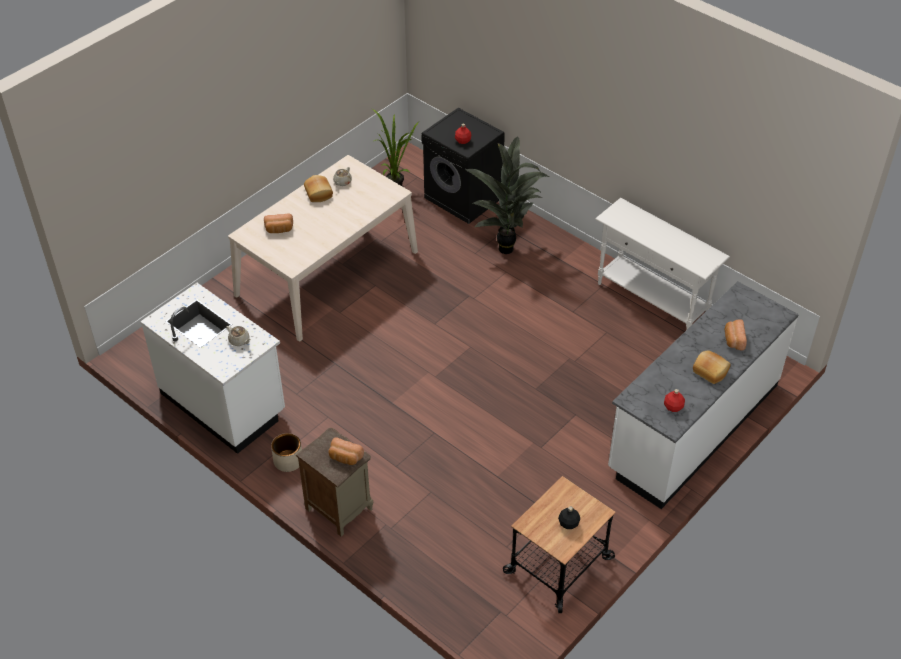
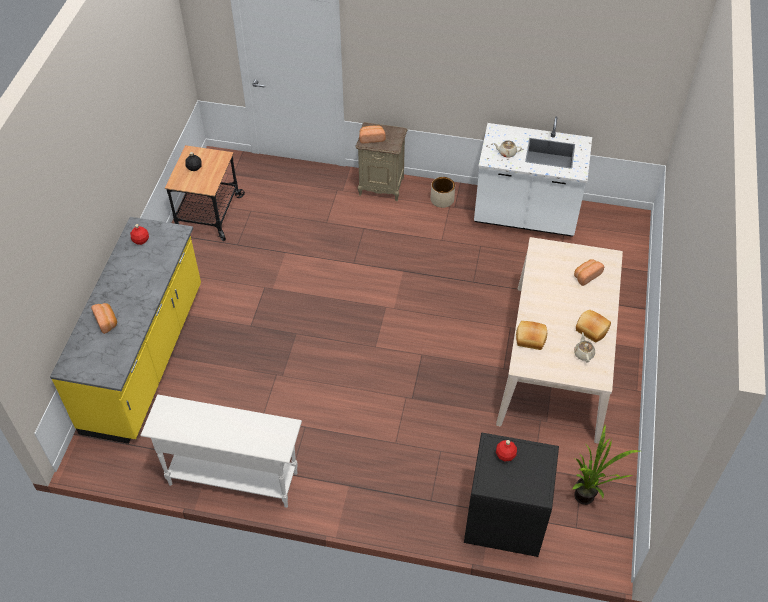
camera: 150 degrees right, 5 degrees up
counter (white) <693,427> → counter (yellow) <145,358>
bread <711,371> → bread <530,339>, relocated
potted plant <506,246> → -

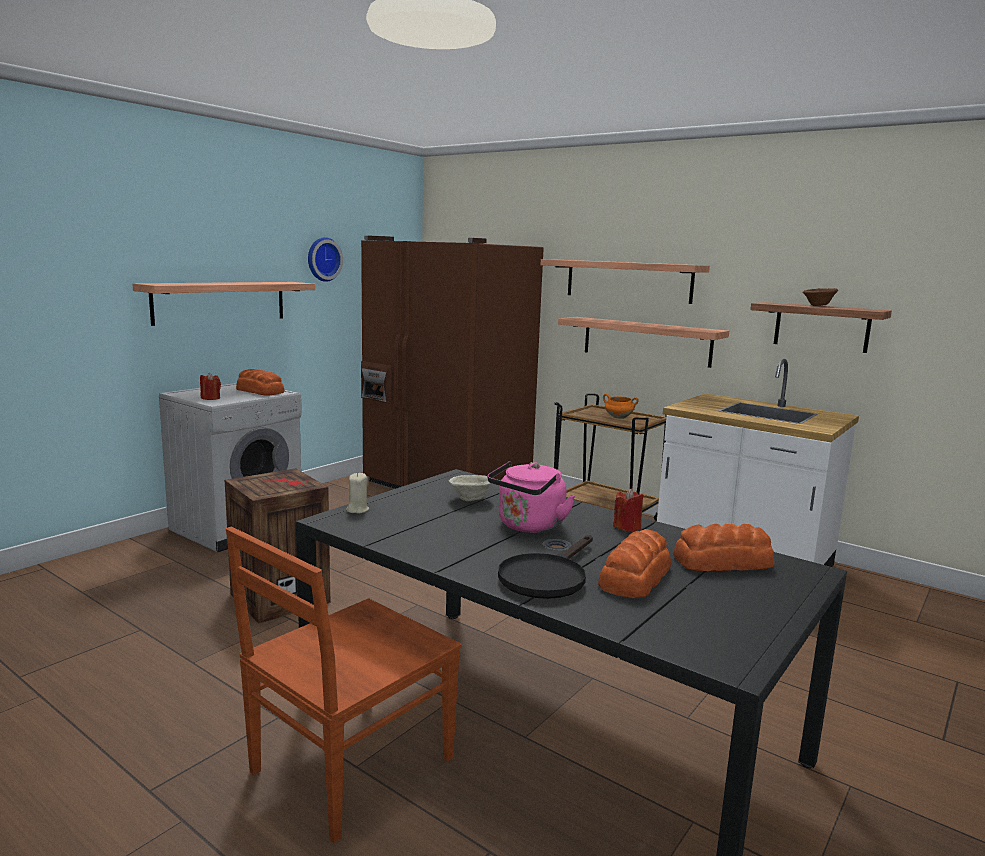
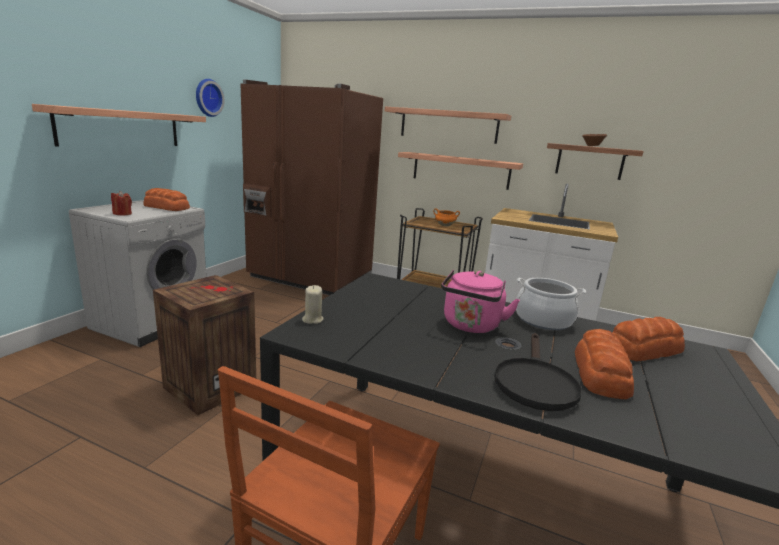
camera: 15 degrees left, 5 degrees up
candle (red) <627,527> → cooking pot <543,320>
bowl (beige) <470,500> → -

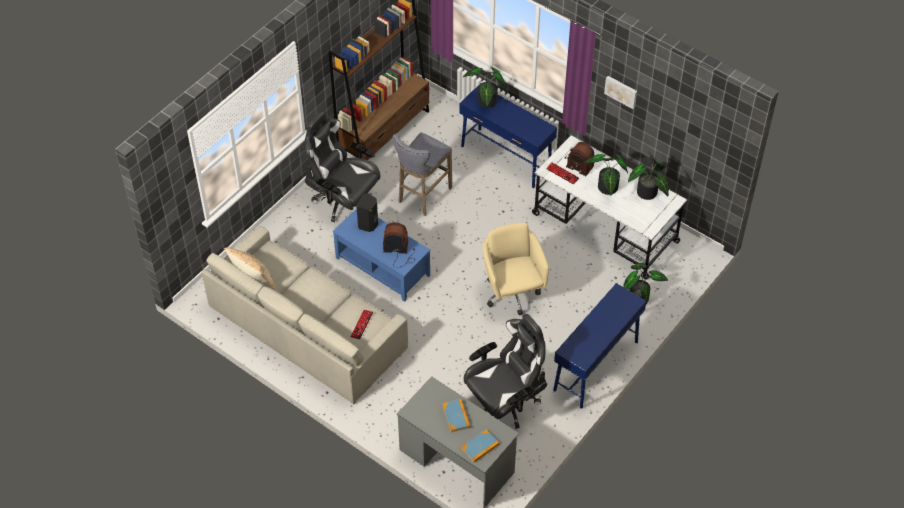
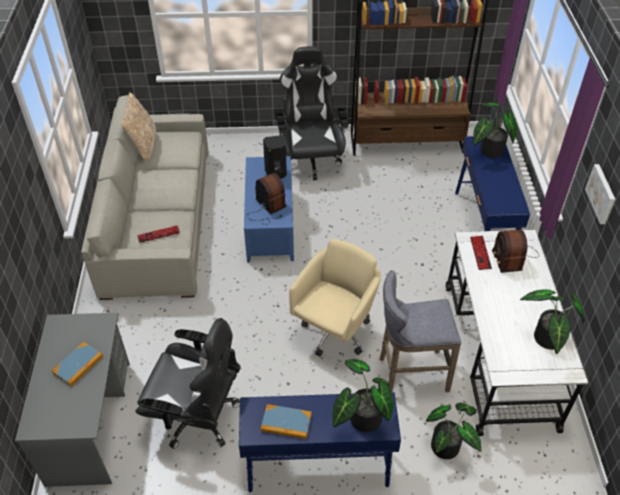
camera: 50 degrees right, 5 degrees down
book <480,447> → book <286,423>, relocated
potted plant <606,189> → potted plant <361,418>, relocated
stool (grey) <423,196> → stool (grey) <409,374>, relocated

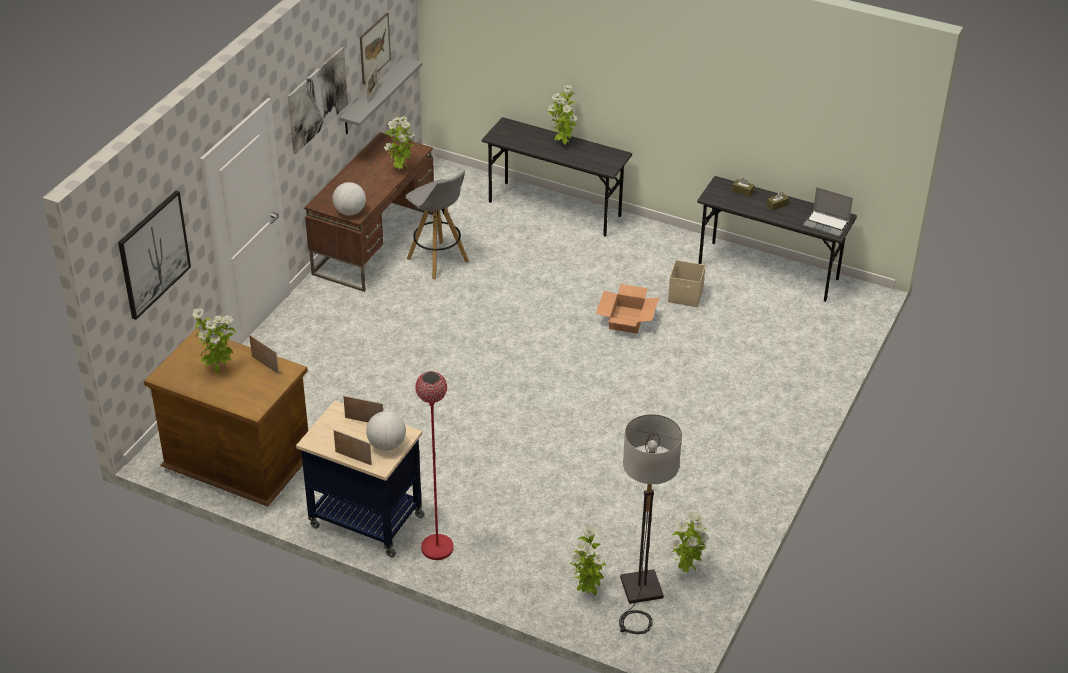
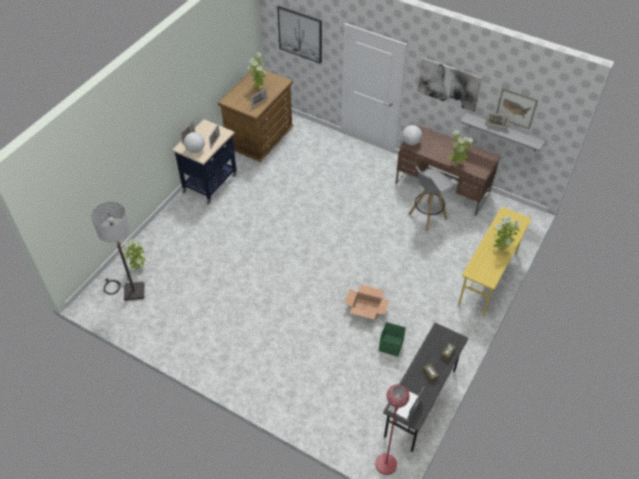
camera: 95 degrees right, 10 degrees up
floor lamp (red) <437,548> → floor lamp (red) <385,464>, relocated
storage box (beige) <686,296> → storage box (green) <390,345>
desk (grey) <555,209> → desk (yellow) <488,279>
potted plant <686,570> → -

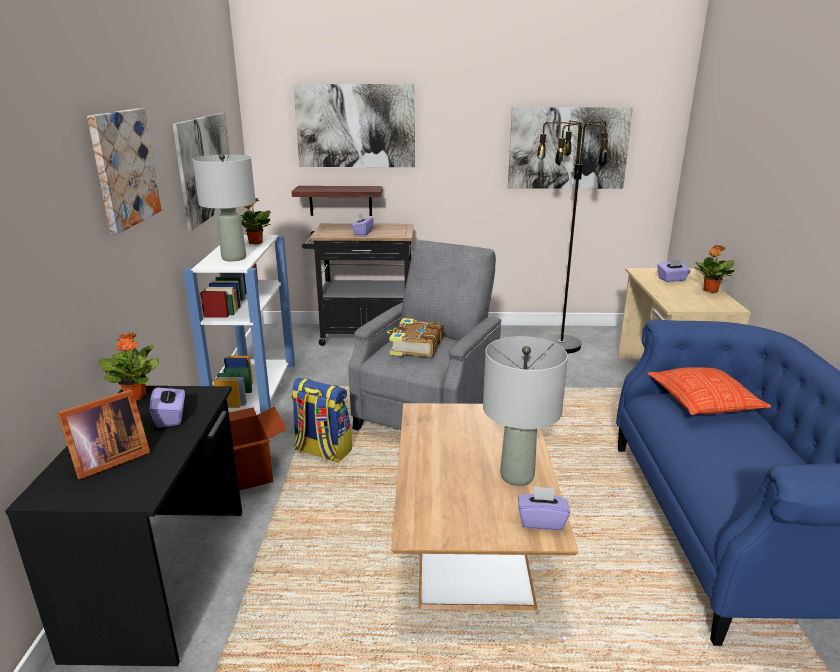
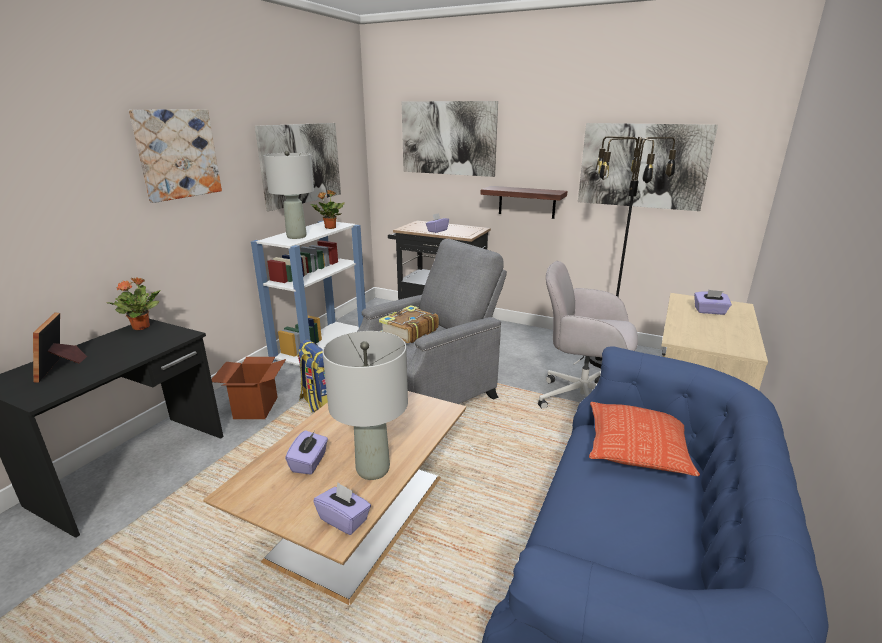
camera: 25 degrees right, 0 degrees up
picture frame <107,460> → picture frame <61,367>, 90 degrees clockwise
tissue box (purple) <171,417> → tissue box (purple) <309,463>, relocated
shelf <340,200> → shelf <527,202>, relocated
- → office chair (grey) <580,400>
potted plant <710,291> → -

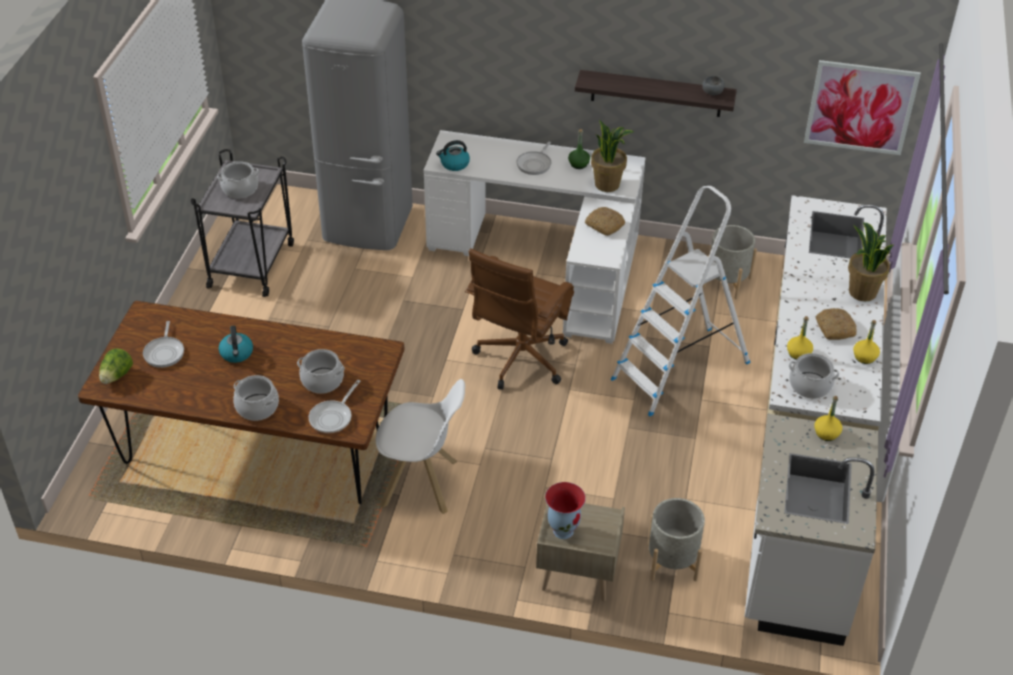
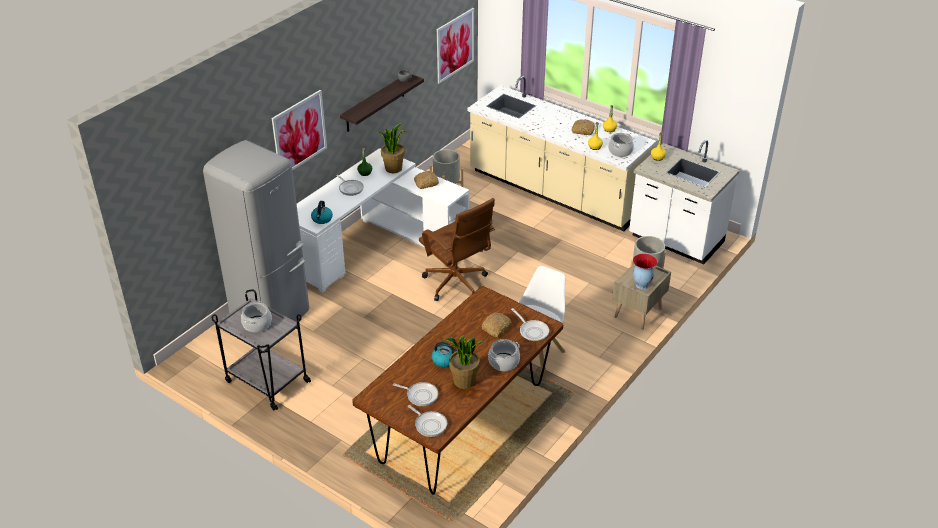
camera: 65 degrees left, 5 degrees down
- → picture <299,133>
lettuce <117,376> → frying pan <429,424>
potted plant <862,292> → potted plant <464,381>, relocated
cooking pot <322,381> → bread <496,328>
step ladder (white) <680,371> → -

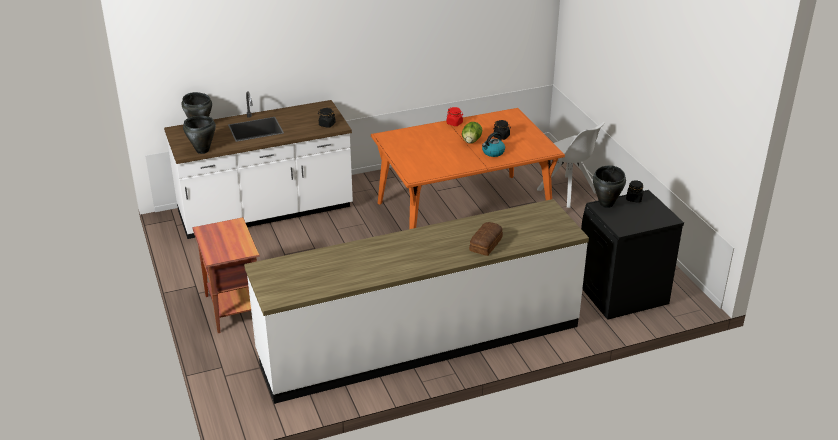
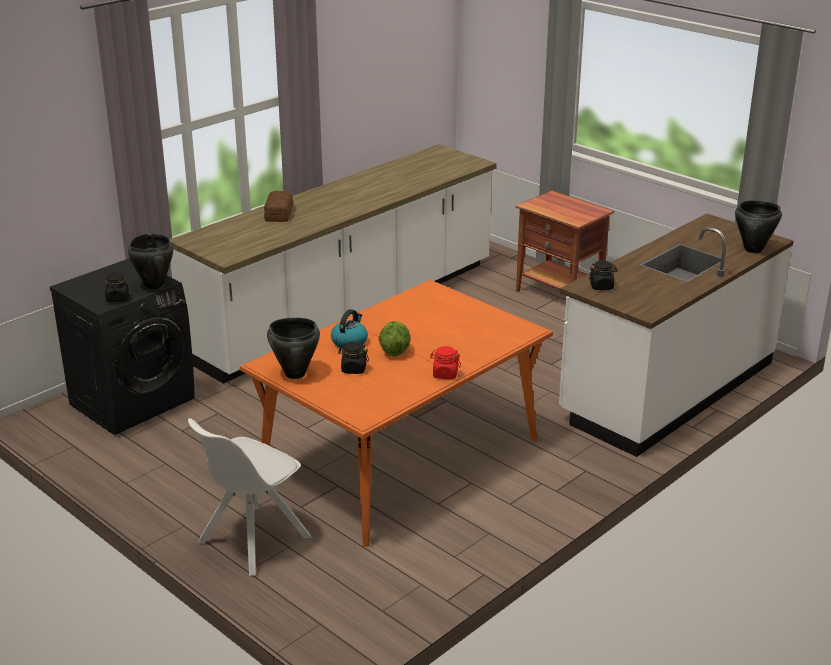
camera: 155 degrees right, 5 degrees down
chair (white) <568,192> → chair (white) <252,540>, 75 degrees counterclockwise
cooking pot (black) <202,151> → cooking pot (black) <294,373>, relocated

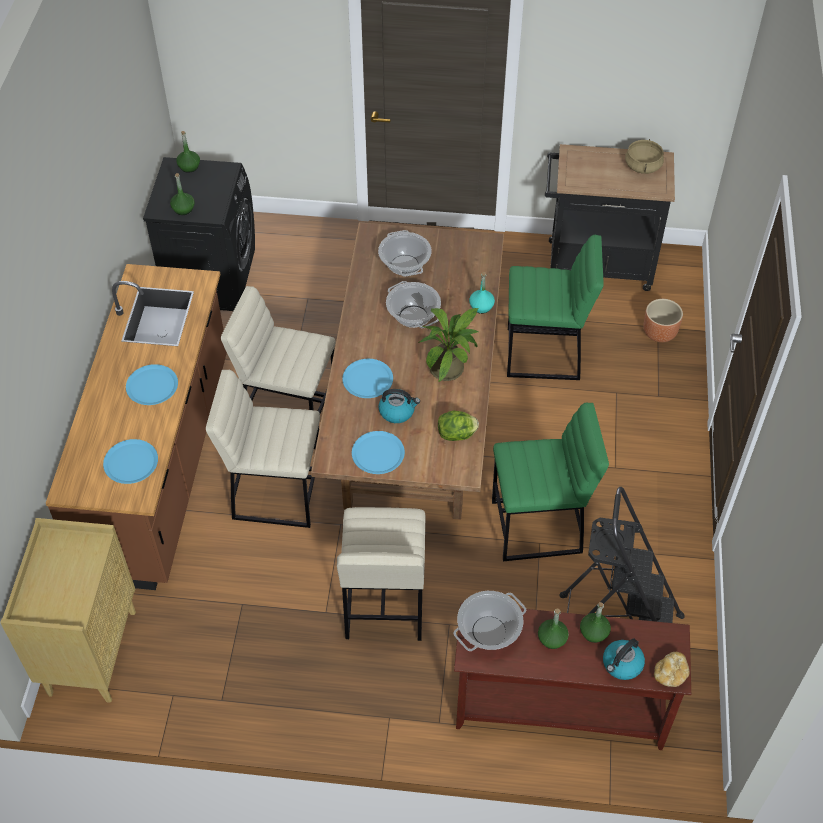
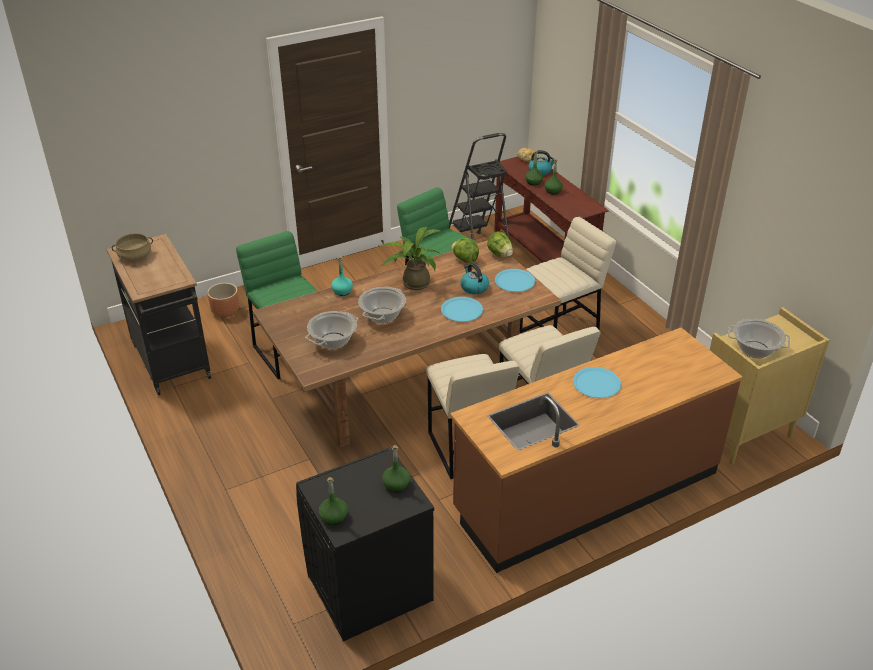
camera: 125 degrees left, 15 degrees down
- → lettuce <500,255>
cooking pot <489,632> → cooking pot <755,349>, relocated
plate (blue) <130,462> → -

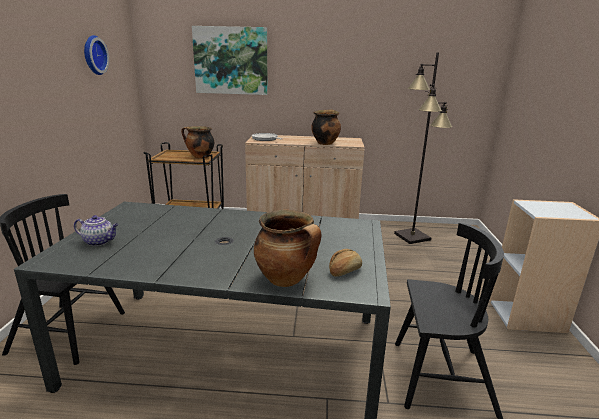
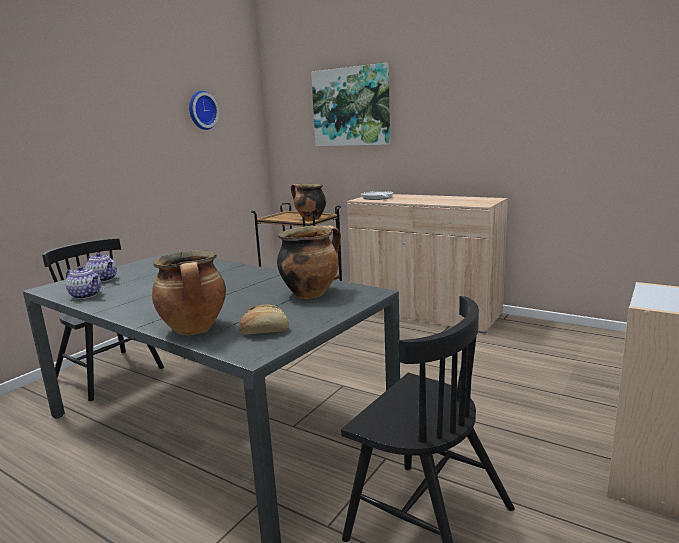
camera: 30 degrees right, 5 degrees down
- → teapot <86,295>
cooking pot <325,143> → cooking pot <311,293>, relocated
floor lamp (black) <412,236> → -

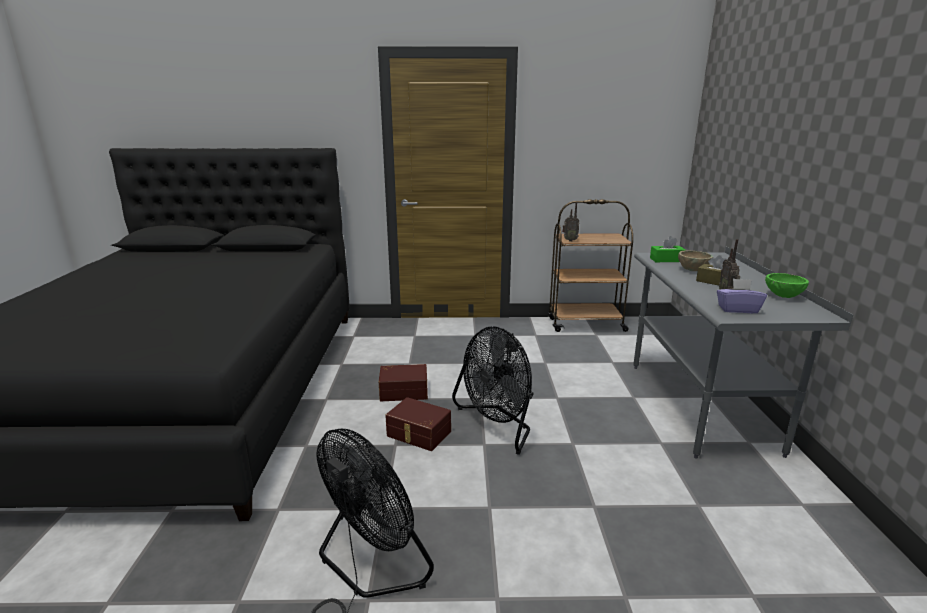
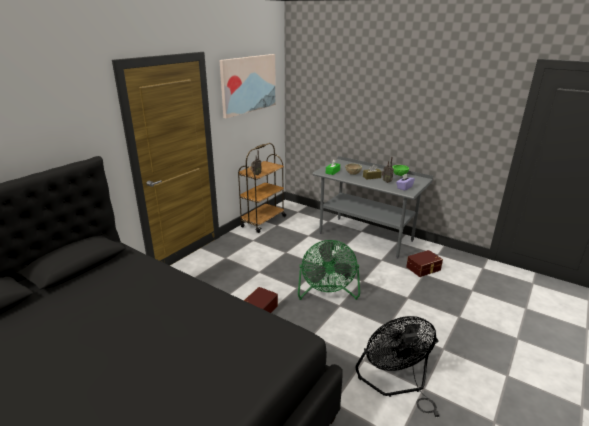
camera: 55 degrees left, 5 degrees up
- → picture <248,84>
fan (black) <499,421> → fan (green) <325,292>
storage box (brown) <418,434> → storage box (brown) <424,269>, relocated

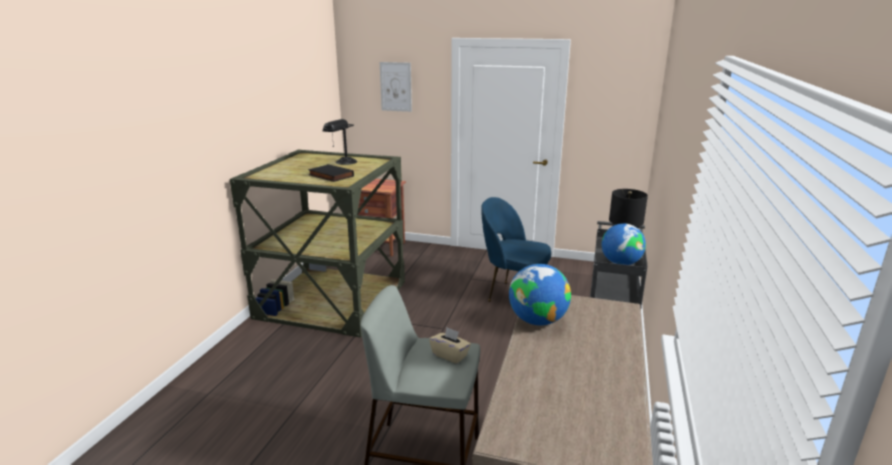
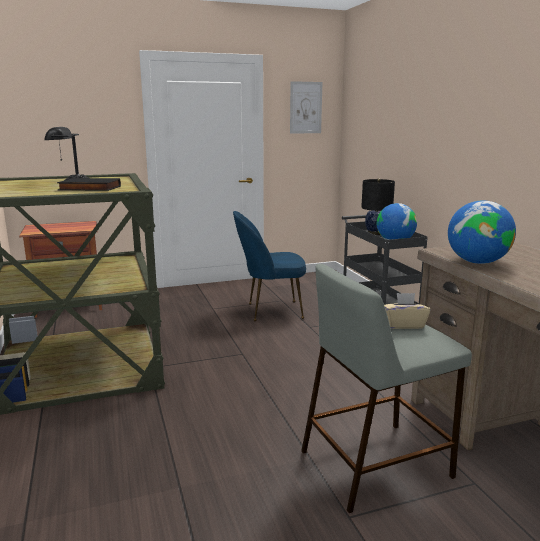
camera: 35 degrees left, 5 degrees down
picture <396,87> → picture <305,107>, relocated

